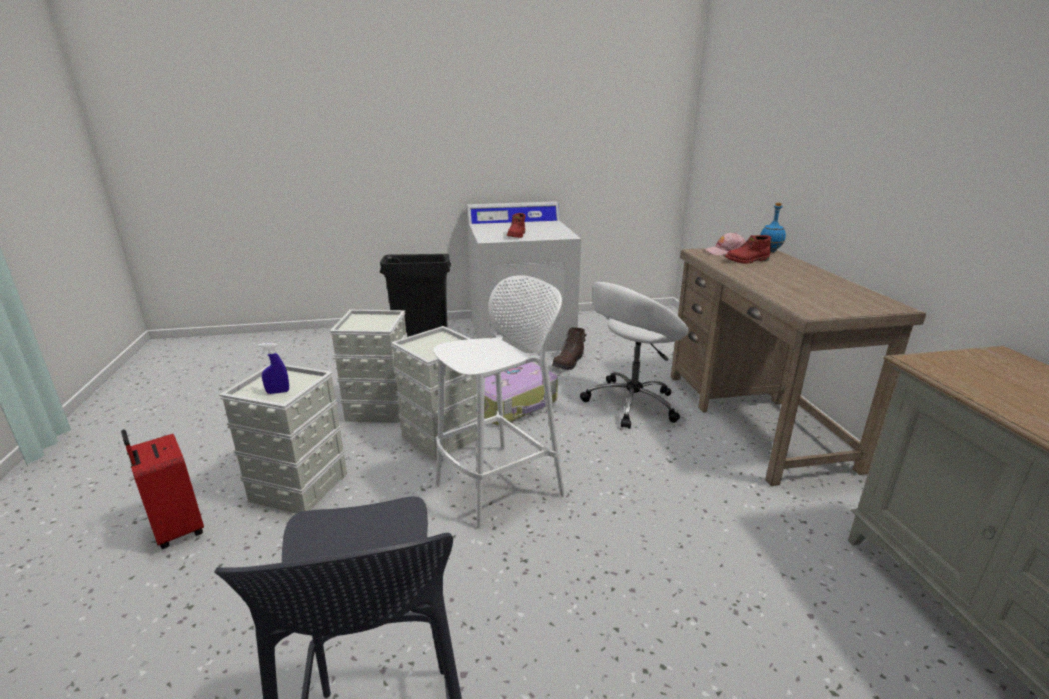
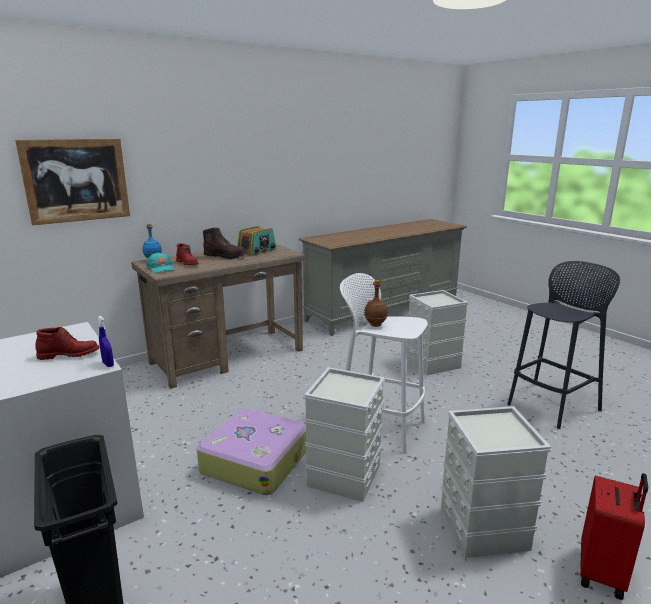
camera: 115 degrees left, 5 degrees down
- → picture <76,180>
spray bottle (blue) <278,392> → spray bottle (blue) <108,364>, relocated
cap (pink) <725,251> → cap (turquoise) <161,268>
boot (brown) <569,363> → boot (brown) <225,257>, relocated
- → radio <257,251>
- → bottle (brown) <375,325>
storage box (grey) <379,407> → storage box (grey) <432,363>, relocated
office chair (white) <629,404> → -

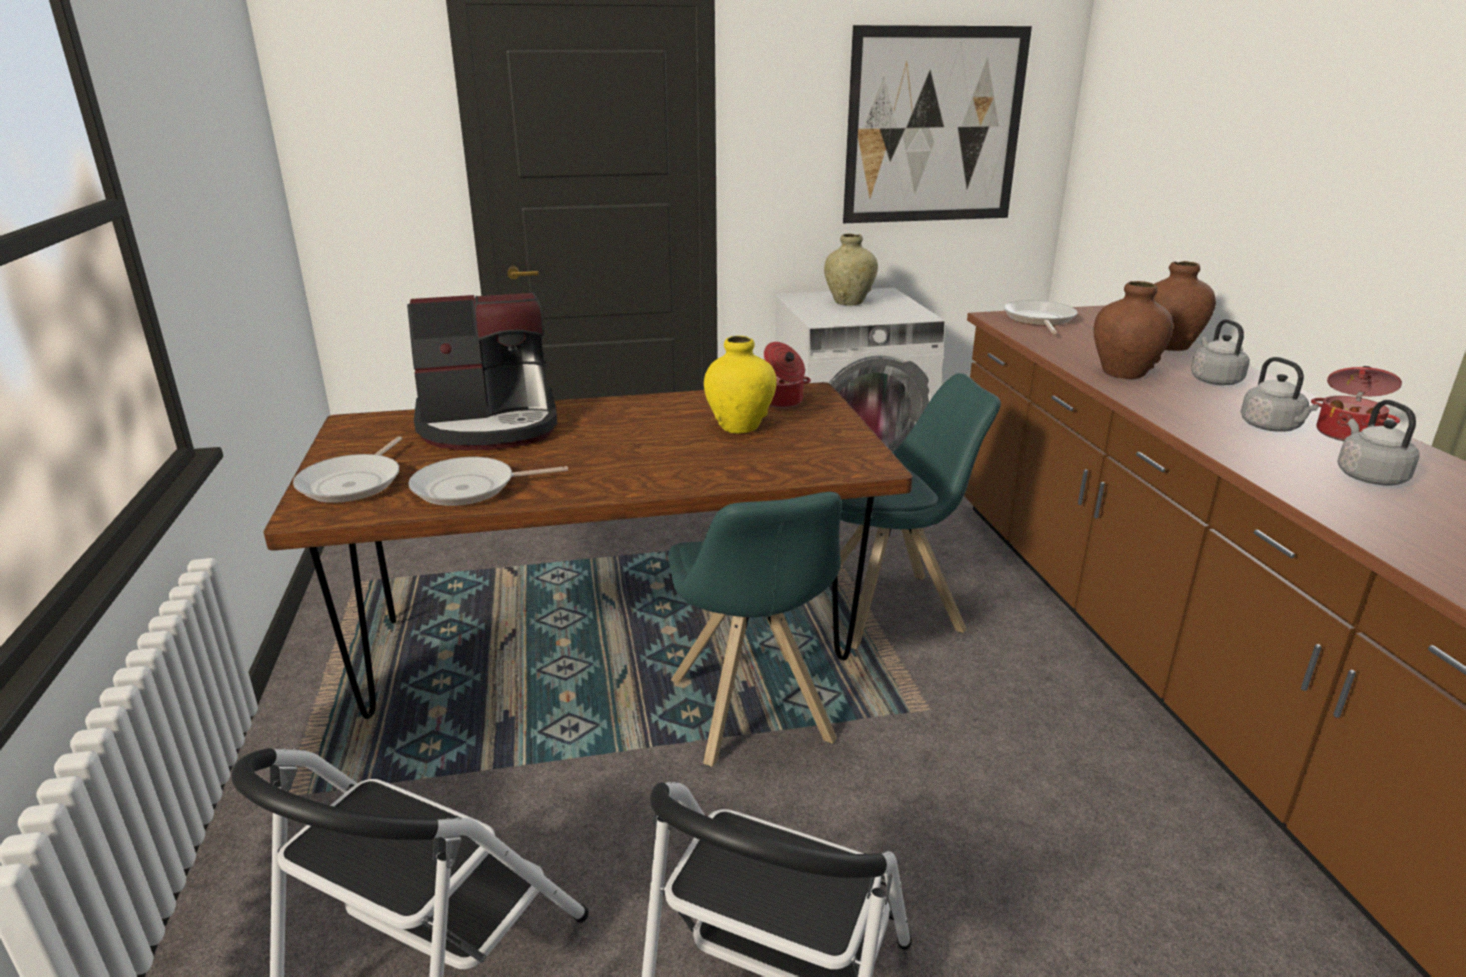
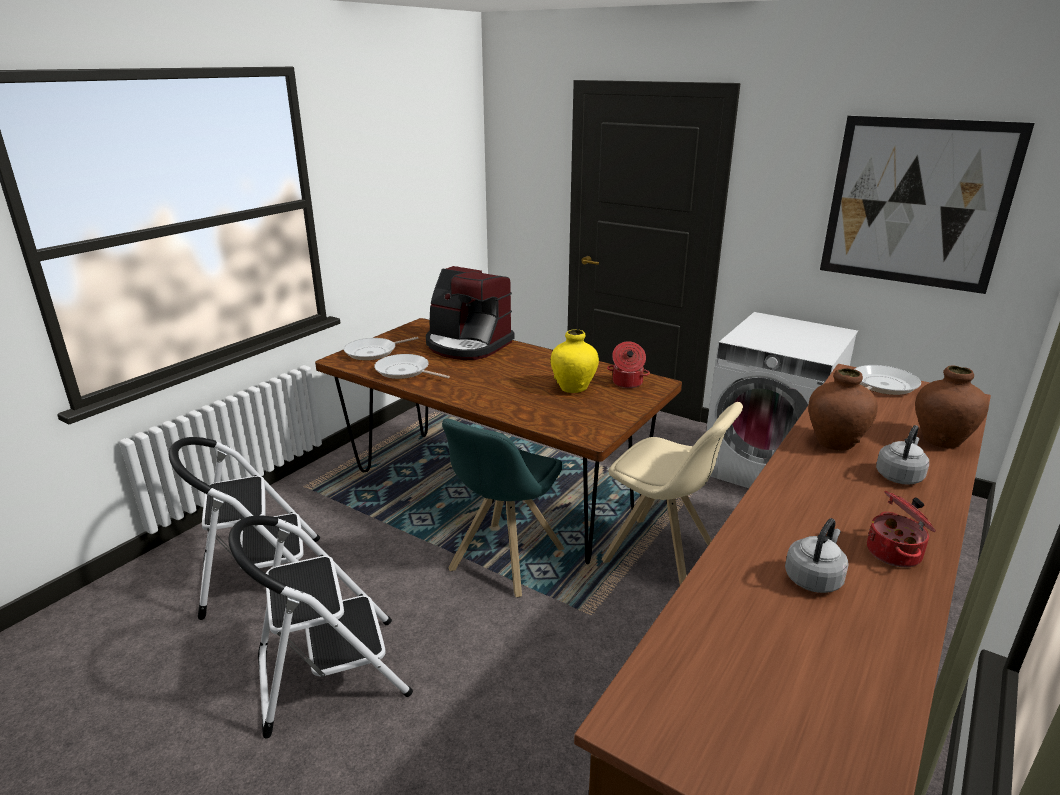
camera: 45 degrees right, 0 degrees up
chair (turquoise) <890,609> → chair (beige) <661,554>
vase (beige) <849,302> → -
kettle (grey) <1272,427> → -

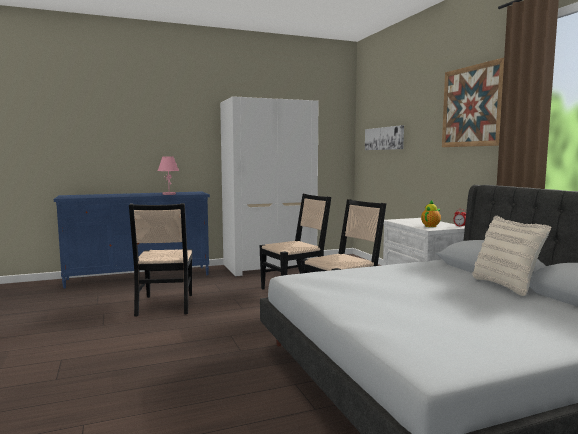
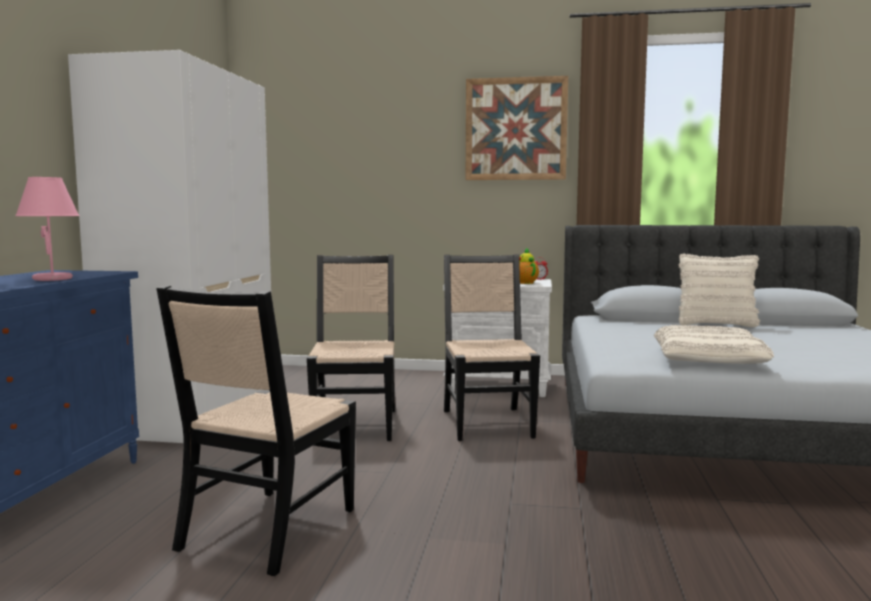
camera: 60 degrees left, 0 degrees up
chair <165,305> → chair <269,530>, 90 degrees clockwise
- → pillow (beige) <708,359>
picture <384,138> → -

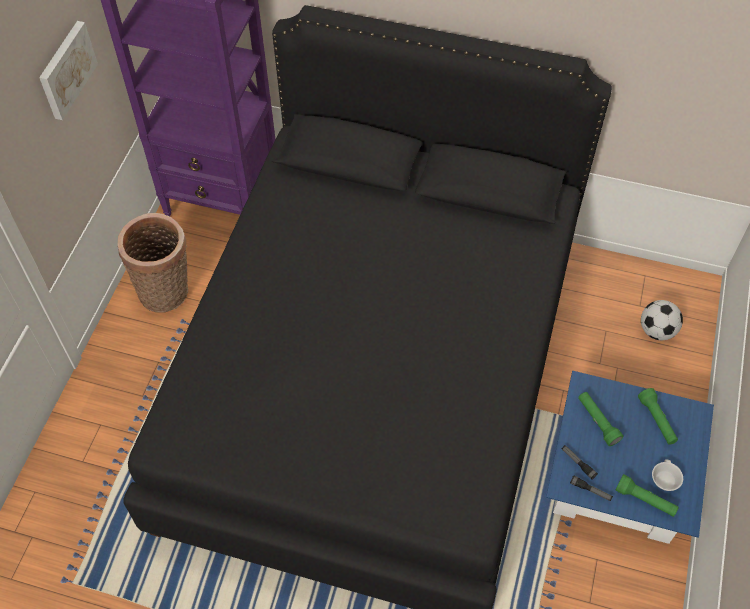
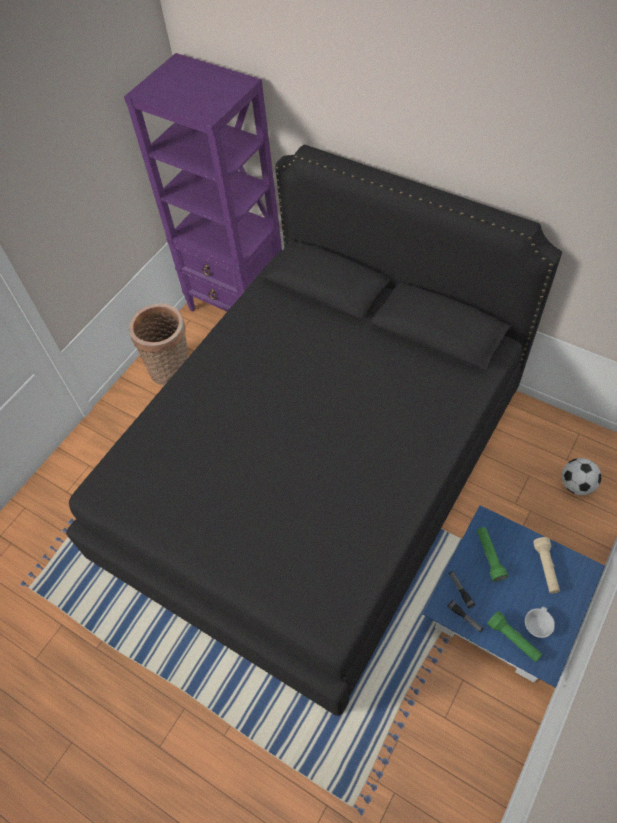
camera: 20 degrees right, 0 degrees up
flashlight (green) <657,420> → flashlight (beige) <546,568>
picture <66,69> → -

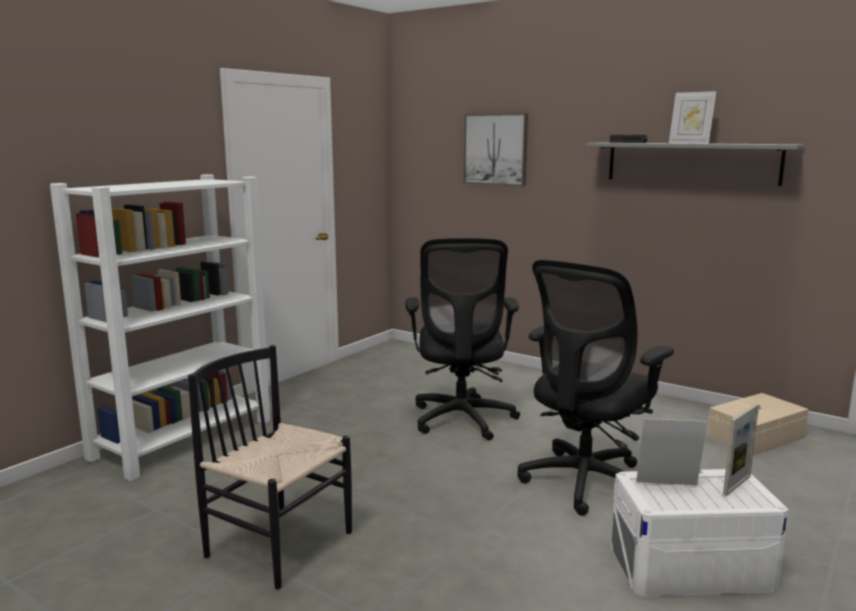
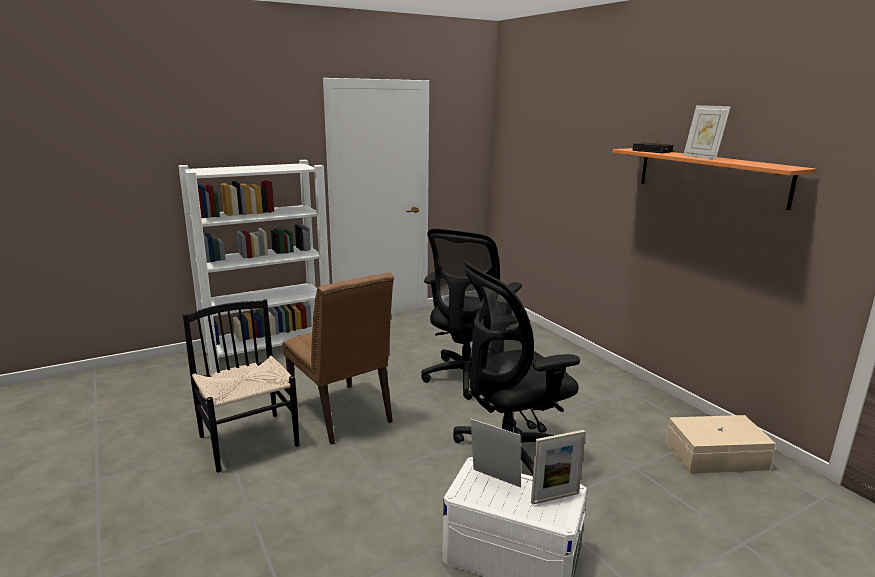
camera: 25 degrees right, 5 degrees up
- → chair (brown) <340,413>
shelf (grey) <691,162> → shelf (orange) <710,176>
picture <495,149> → -

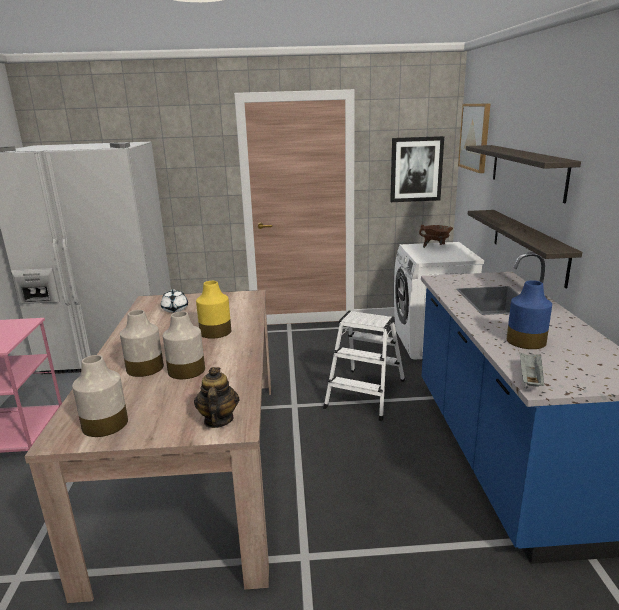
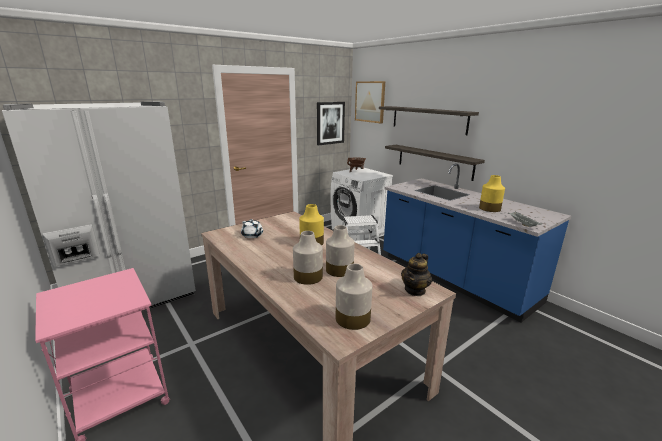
camera: 35 degrees left, 0 degrees up
teapot <218,420> → teapot <415,290>, 105 degrees counterclockwise
vase (blue) <525,340> → vase (yellow) <489,208>

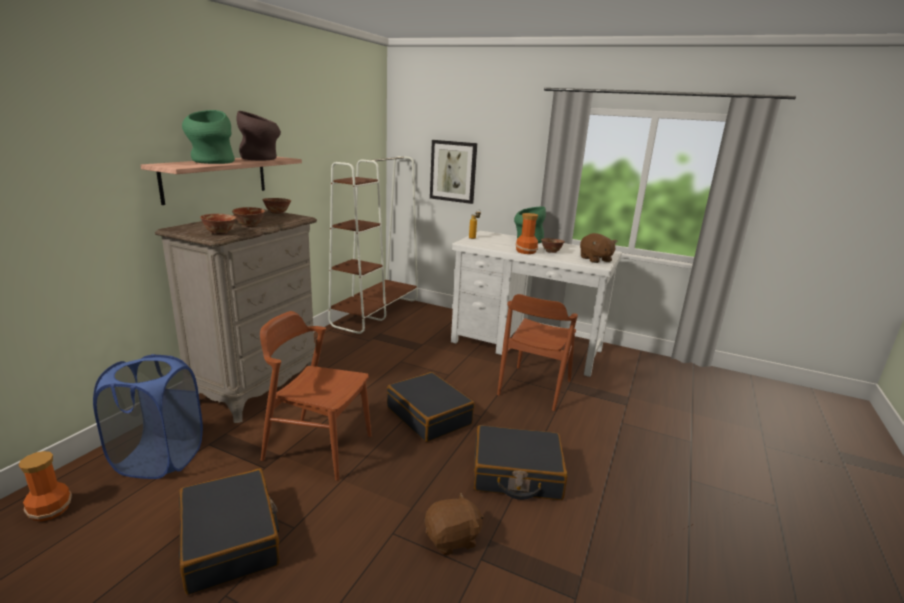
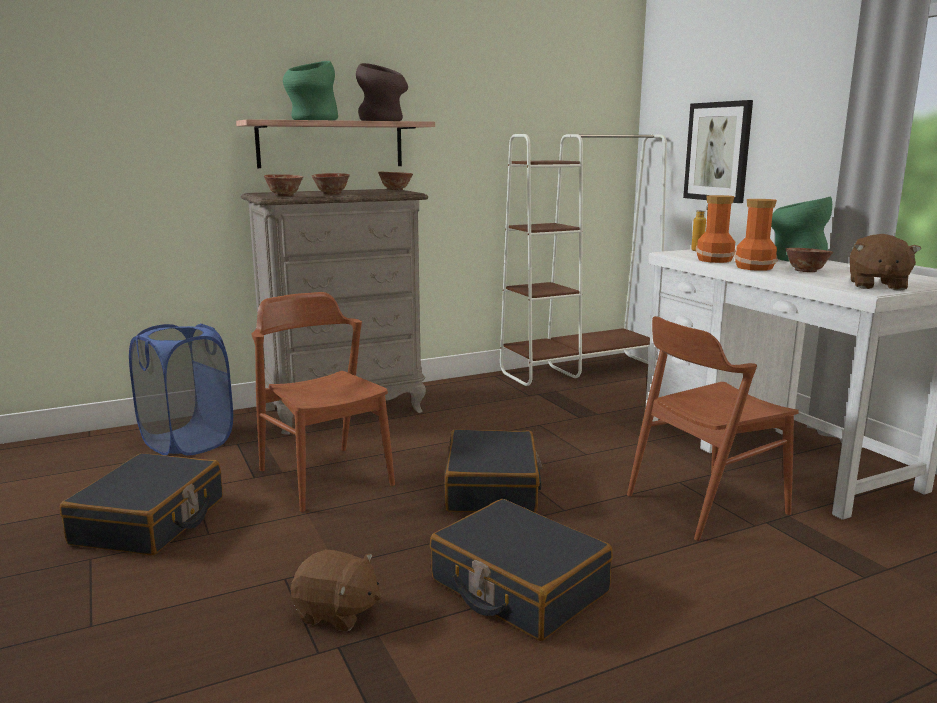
camera: 40 degrees right, 5 degrees down
vase <50,509> → vase <714,260>, relocated

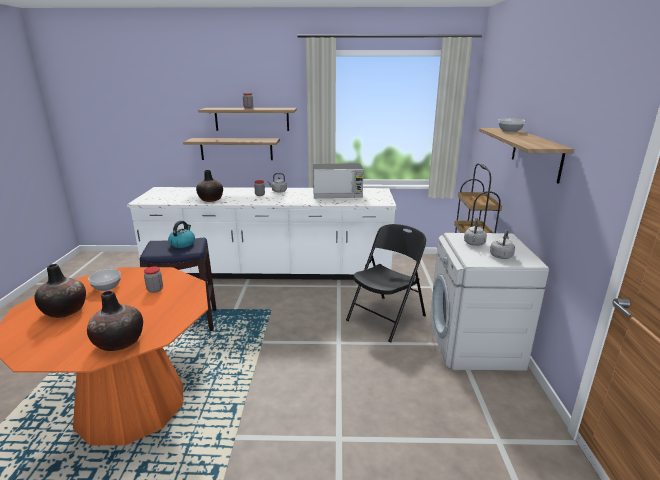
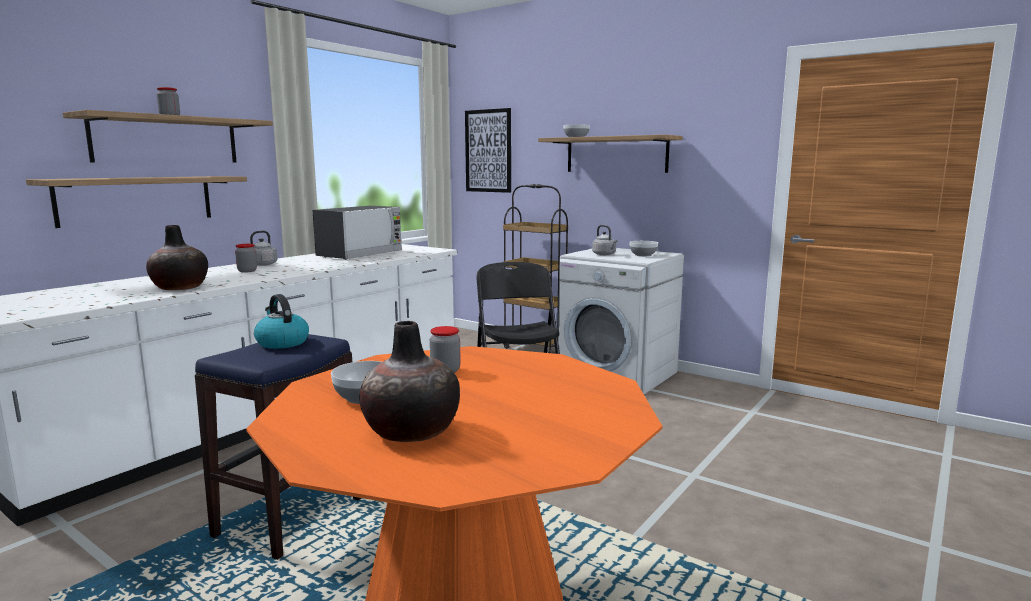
camera: 55 degrees left, 10 degrees down
- → picture <488,151>
kettle (grey) <501,255> → bowl <642,255>
vase <119,342> → -

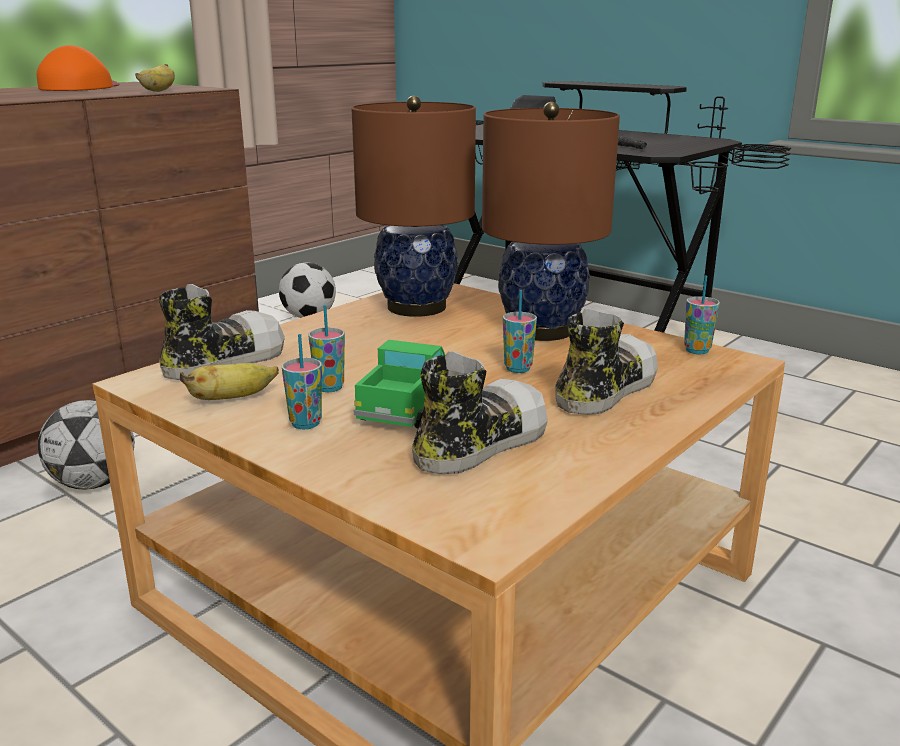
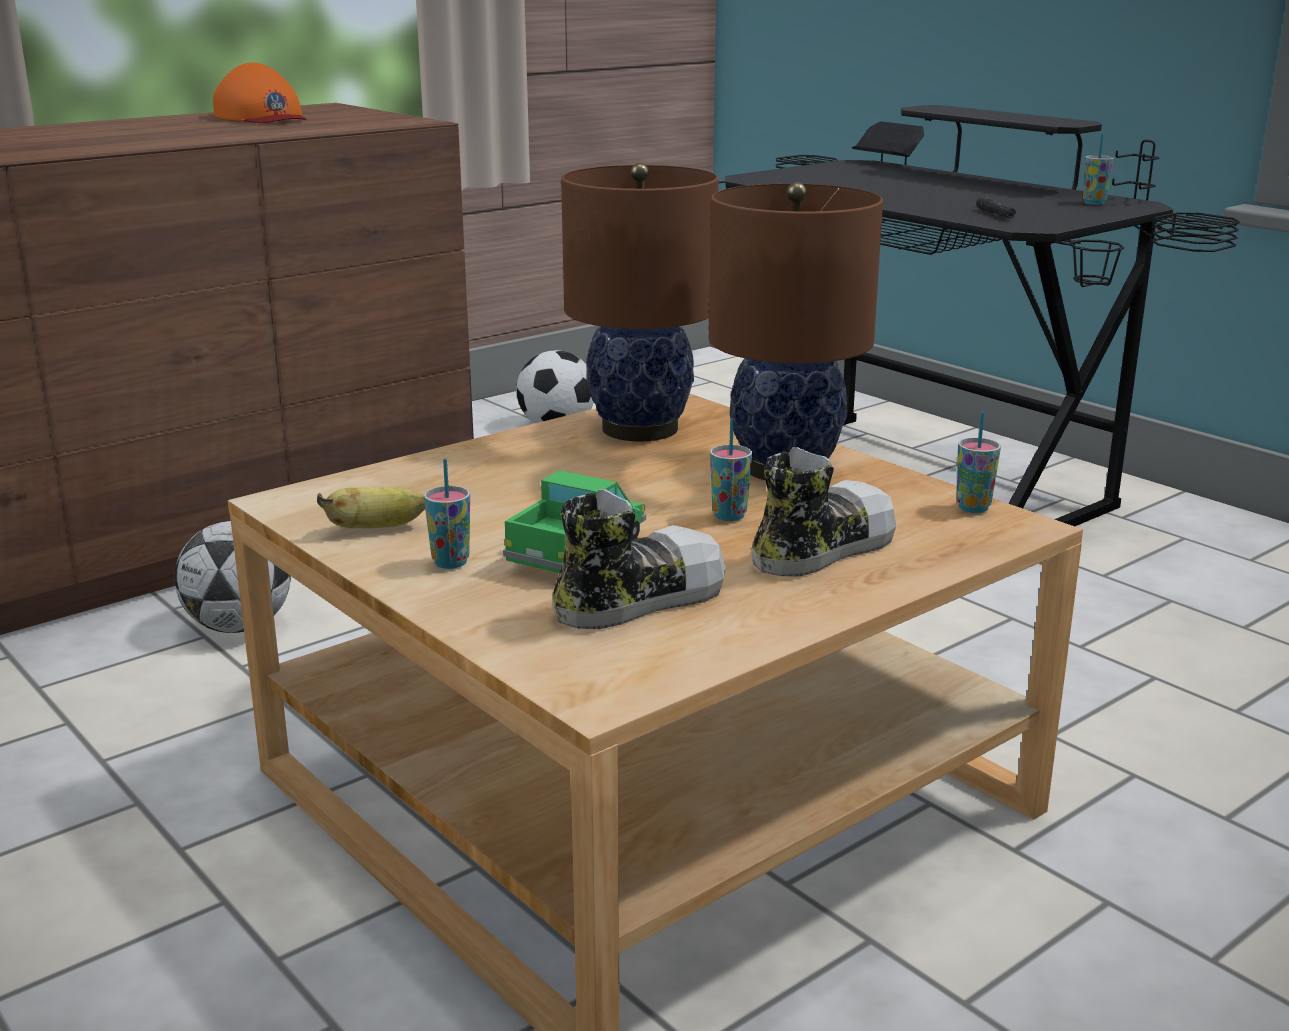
camera: 10 degrees right, 0 degrees up
cap (orange) <81,88> → cap (orange) <262,117>, 120 degrees clockwise
cup <329,387> → cup <1094,203>, relocated
banana <158,91> → -
shoe <223,361> → -

